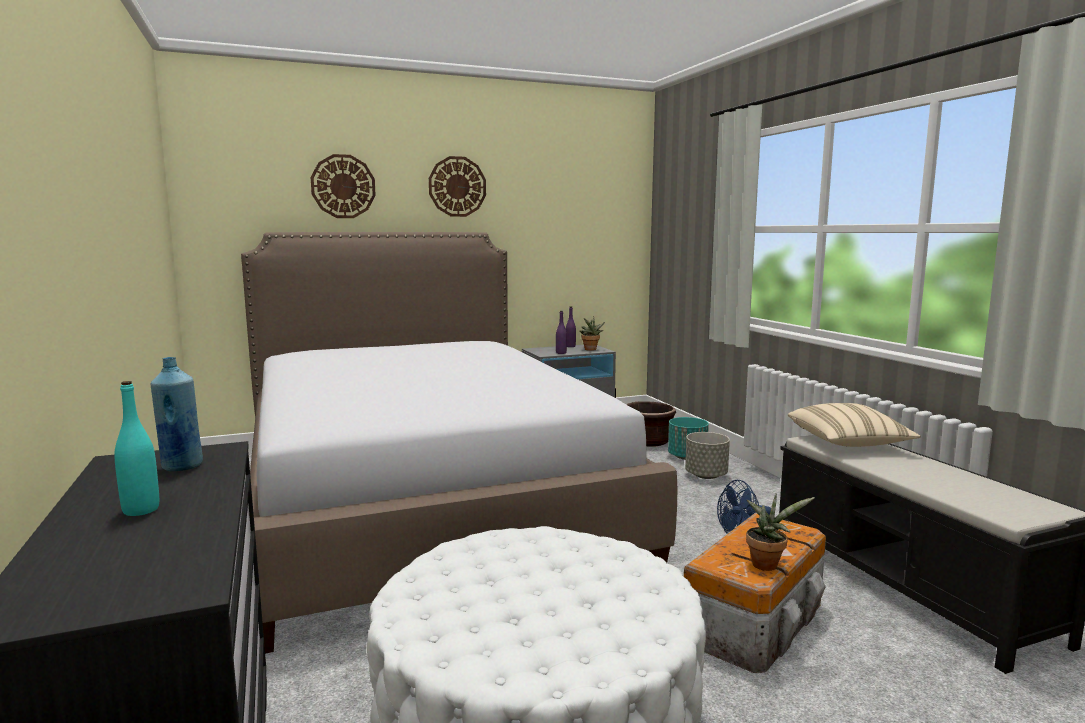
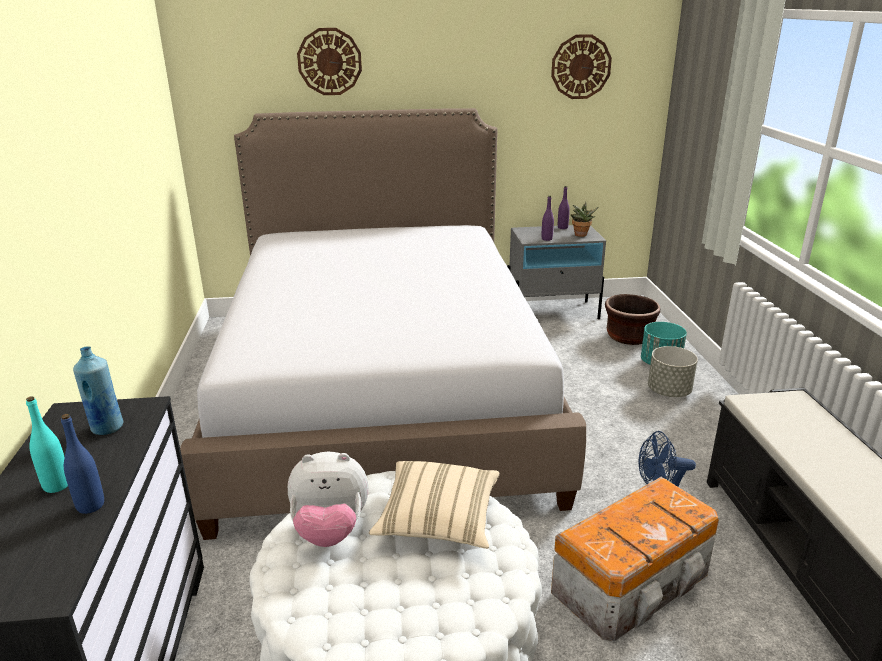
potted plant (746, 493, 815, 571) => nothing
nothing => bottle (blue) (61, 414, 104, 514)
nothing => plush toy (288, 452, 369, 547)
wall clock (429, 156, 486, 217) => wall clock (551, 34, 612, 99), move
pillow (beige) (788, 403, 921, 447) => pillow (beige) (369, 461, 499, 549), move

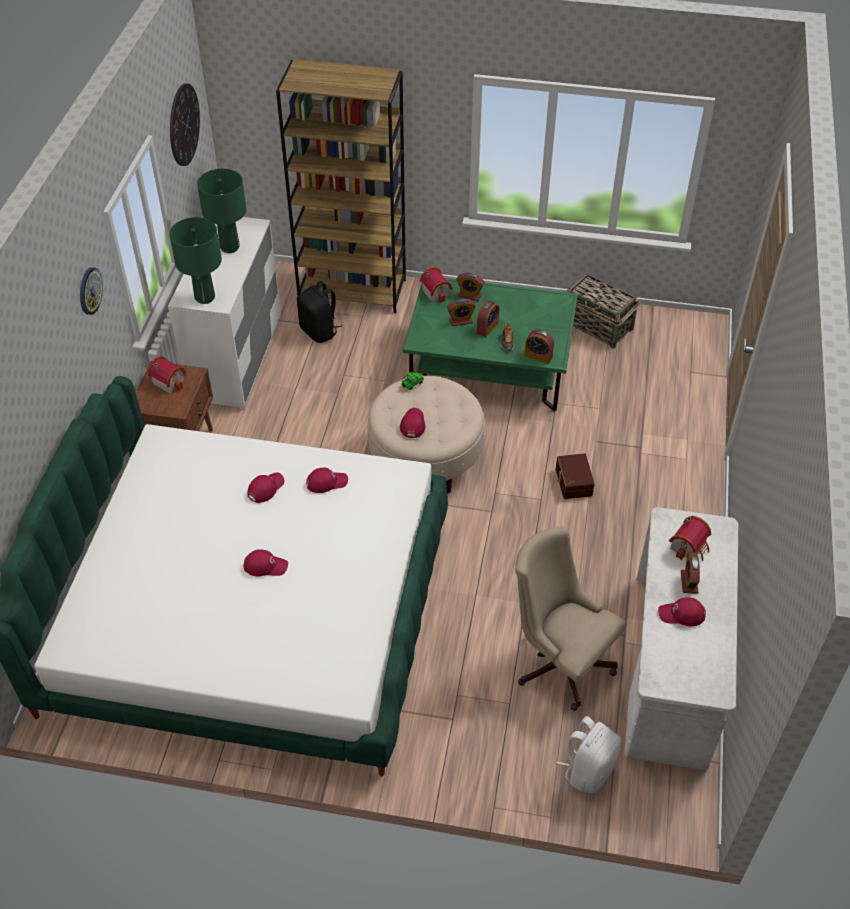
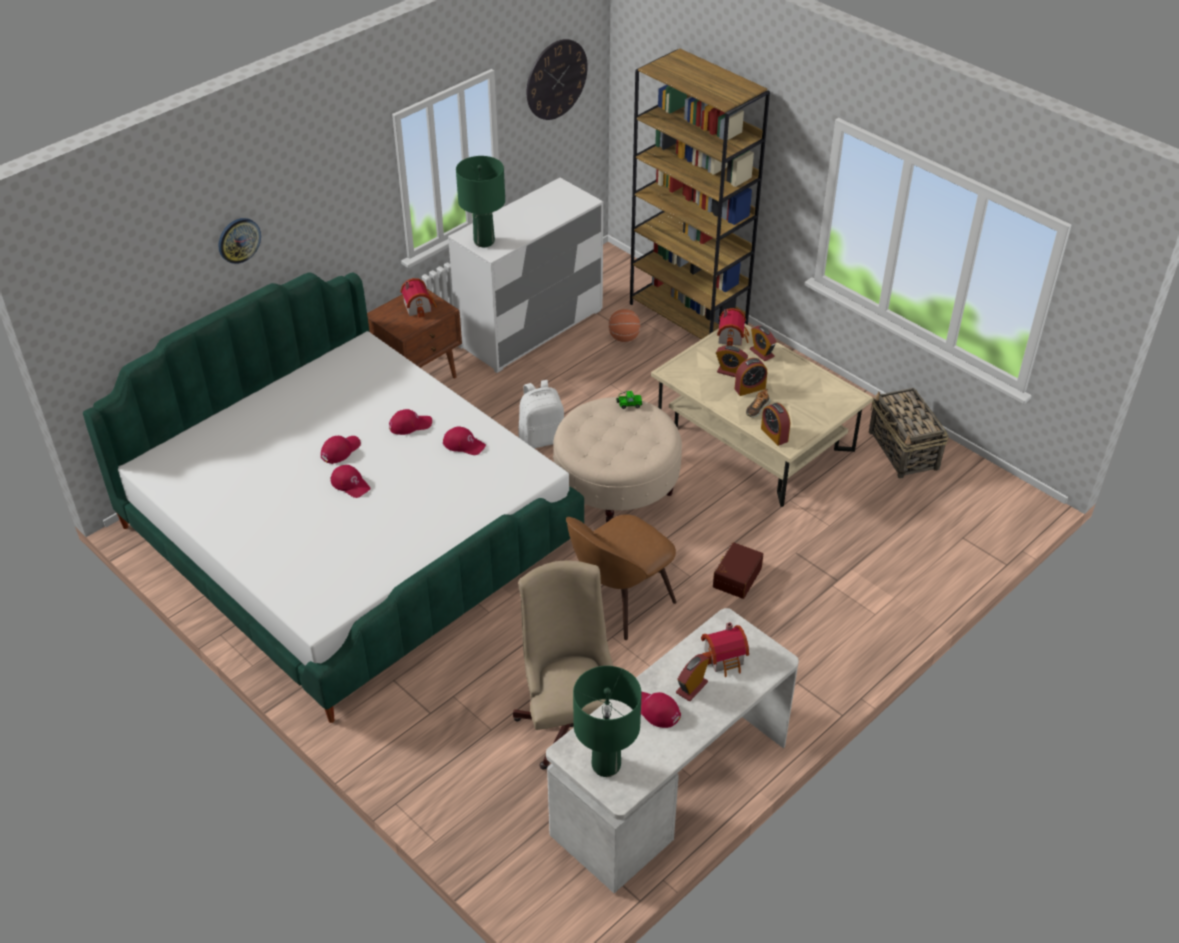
nothing => chair (brown) (566, 514, 677, 640)
wall clock (80, 267, 103, 315) => wall clock (218, 218, 261, 264), move
table lamp (green) (197, 169, 247, 253) => table lamp (green) (573, 666, 642, 777), move
cap (red) (400, 408, 425, 438) => cap (red) (321, 436, 361, 464), move
backpack (white) (557, 716, 621, 793) => backpack (white) (519, 380, 564, 449), move
backpack (black) (297, 281, 342, 343) => basketball (609, 309, 641, 342)
coffee table (green) (403, 278, 578, 412) => coffee table (beige) (651, 324, 873, 507)

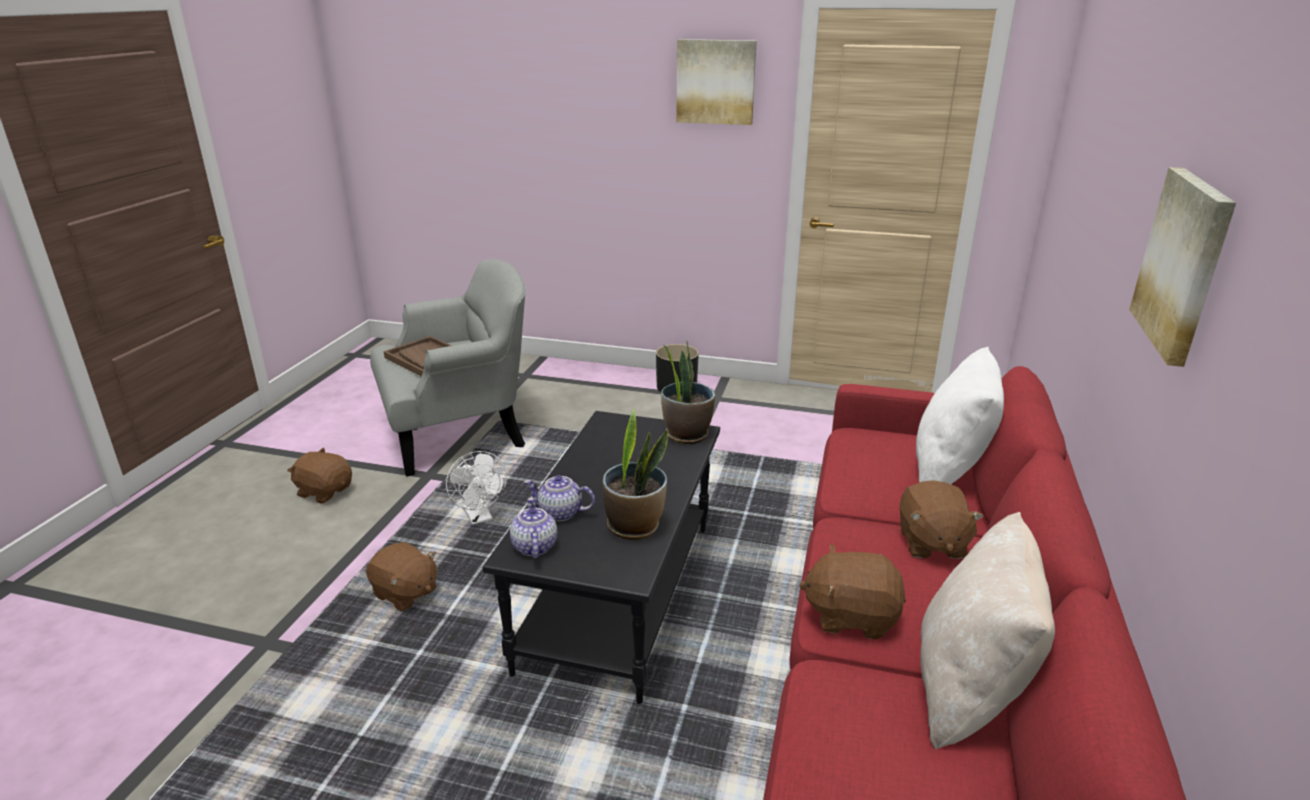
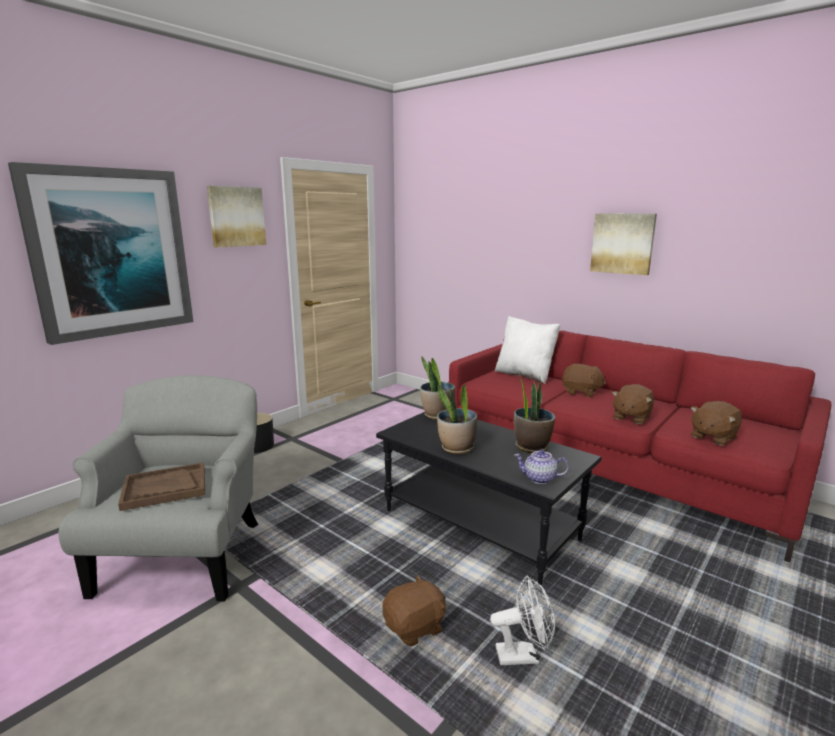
teapot (524, 475, 595, 521) => nothing
pillow (beige) (921, 512, 1055, 750) => nothing
nothing => picture (8, 162, 193, 345)
nothing => potted plant (437, 384, 477, 454)
plush toy (brown) (287, 448, 352, 504) => plush toy (brown) (691, 401, 742, 446), move
fan (white) (446, 451, 507, 525) => fan (white) (490, 575, 555, 665), move

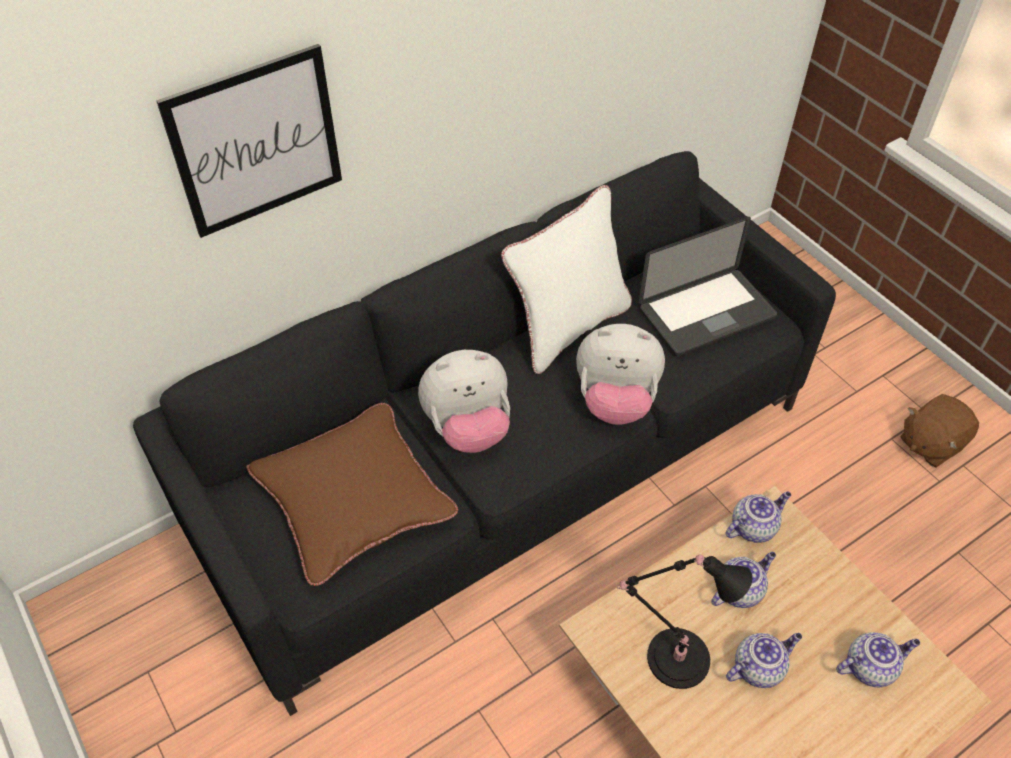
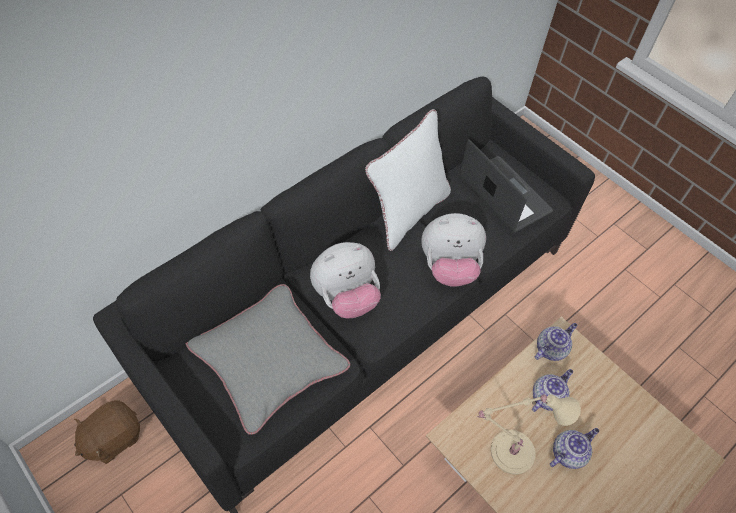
picture (156, 44, 342, 238) => nothing
teapot (836, 632, 920, 688) => nothing
plush toy (brown) (900, 394, 979, 468) => plush toy (brown) (74, 401, 140, 464), move
pillow (brown) (246, 403, 458, 586) => pillow (grey) (186, 284, 350, 435)
table lamp (black) (617, 555, 752, 689) => table lamp (beige) (477, 394, 581, 475)
laptop (639, 217, 777, 356) => laptop (460, 139, 553, 233), 90 degrees counterclockwise

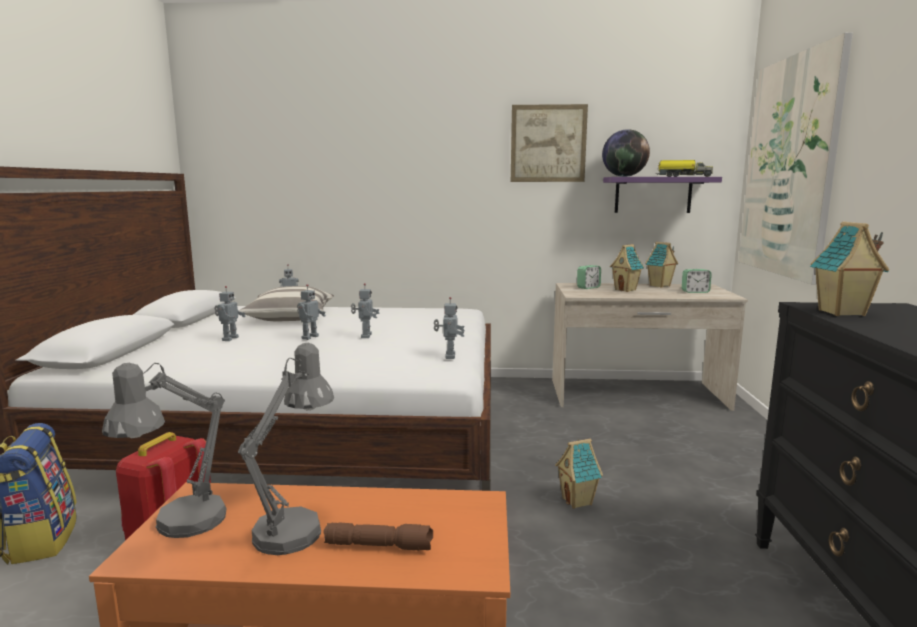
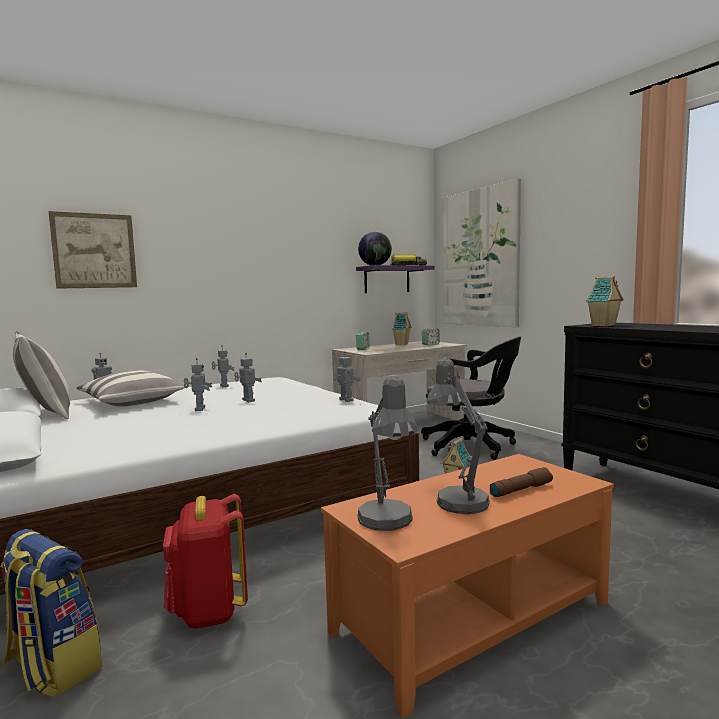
toy house (610, 244, 644, 292) => nothing
nothing => pillow (13, 331, 70, 419)
nothing => office chair (black) (421, 336, 521, 460)
toy robot (214, 286, 246, 341) => toy robot (212, 345, 234, 387), move
picture (511, 104, 588, 182) => picture (49, 211, 137, 289), move

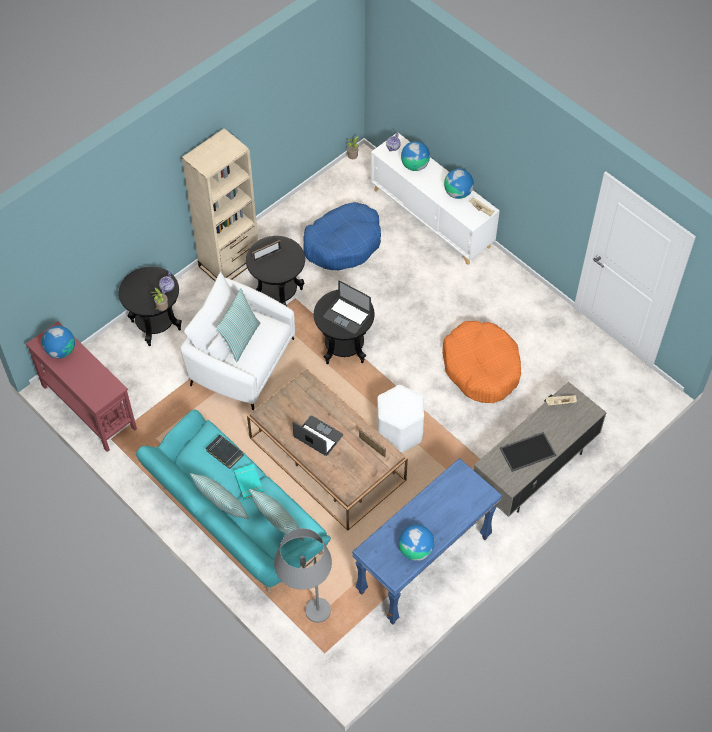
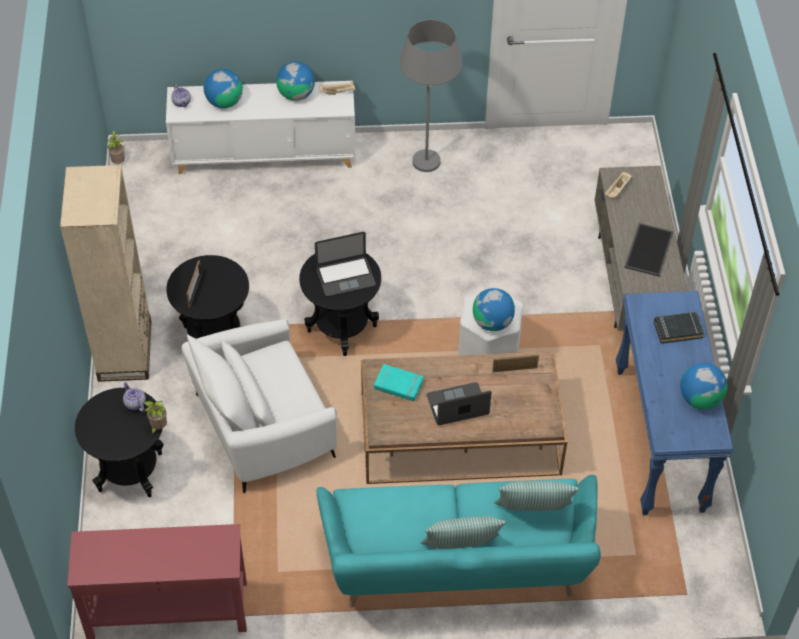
pillow (216, 288, 261, 362) => nothing
dog bed (blue) (303, 202, 381, 270) => nothing
dog bed (orange) (442, 321, 521, 403) => nothing
globe (42, 326, 75, 358) => globe (473, 288, 515, 331), move
book (black) (206, 435, 243, 469) => book (black) (654, 312, 704, 344), move
book (turquoise) (234, 464, 264, 500) => book (turquoise) (374, 364, 424, 401), move
floor lamp (grey) (274, 528, 332, 623) => floor lamp (grey) (399, 20, 462, 172), move

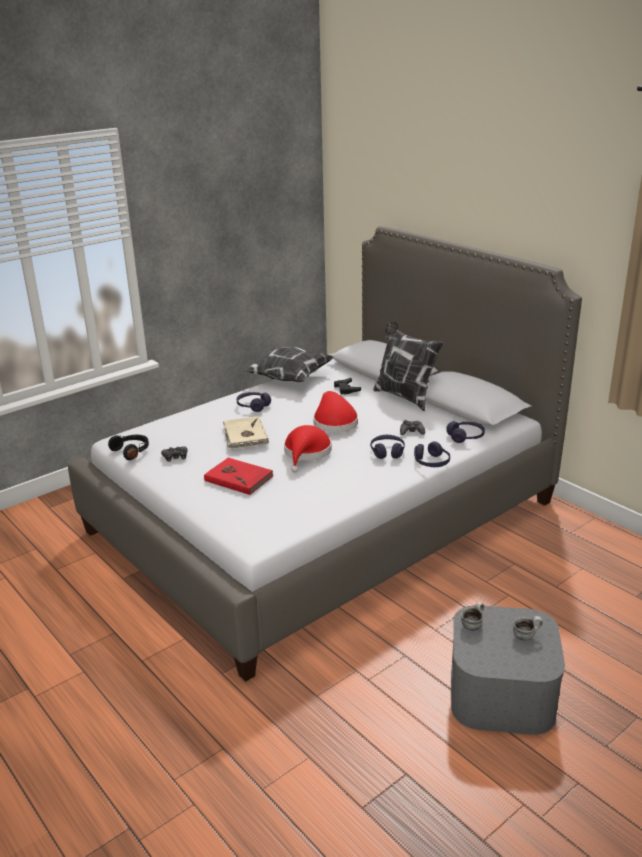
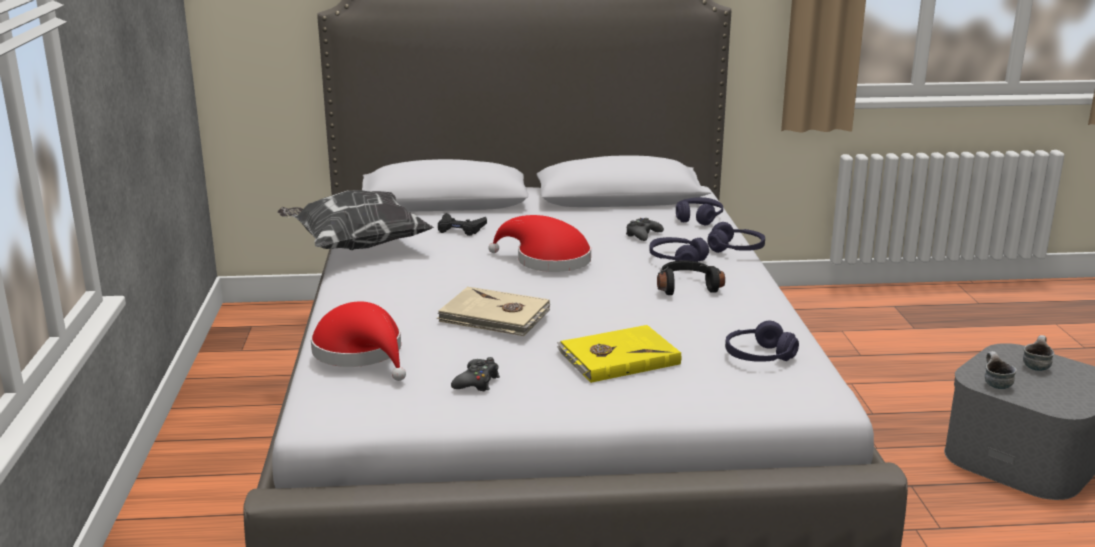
pillow (373, 320, 444, 411) => nothing
headphones (black) (108, 435, 149, 460) => headphones (black) (657, 260, 725, 295), move
headphones (purple) (237, 392, 271, 412) => headphones (purple) (725, 321, 799, 362), move
hat (red) (284, 425, 332, 473) => hat (red) (311, 301, 406, 381), move
book (red) (204, 457, 274, 495) => book (yellow) (557, 325, 681, 383)

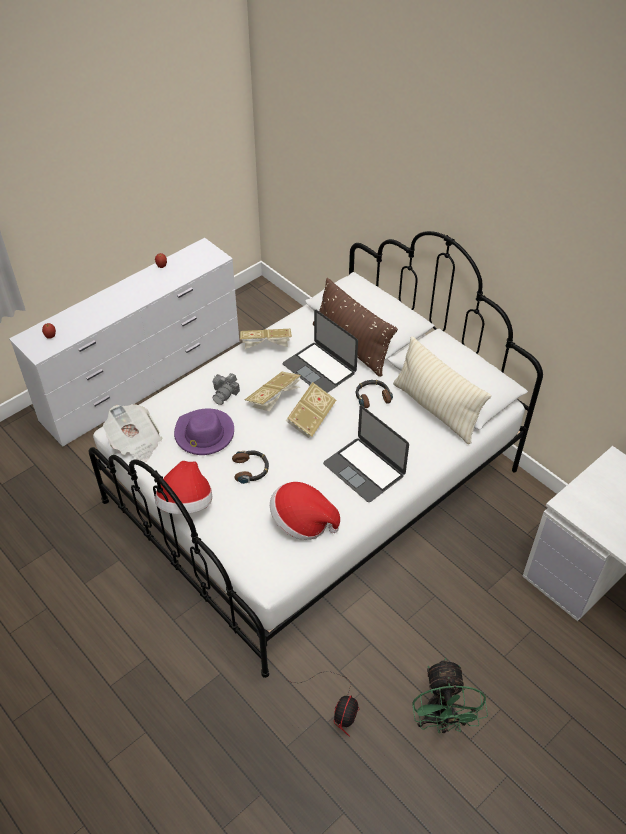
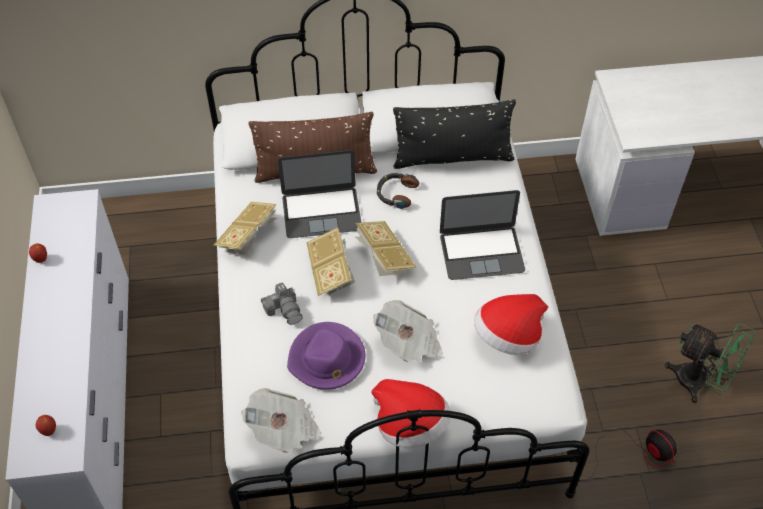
headphones (232, 450, 269, 484) => newspaper (373, 300, 443, 362)
pillow (beige) (393, 336, 491, 444) => pillow (black) (393, 100, 516, 169)

